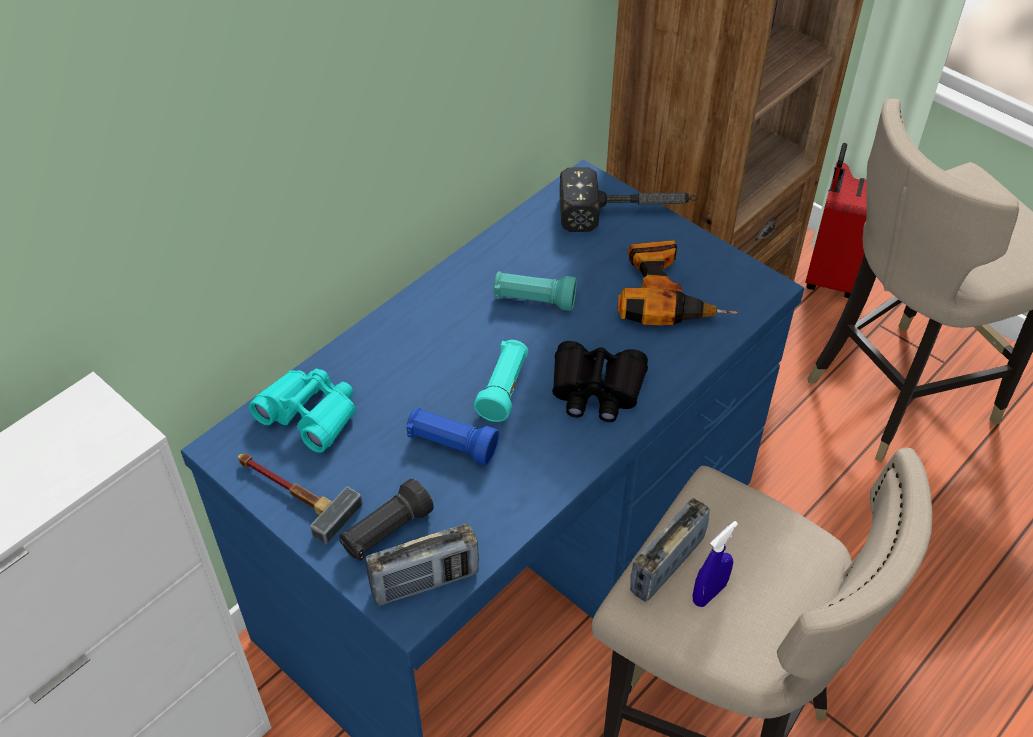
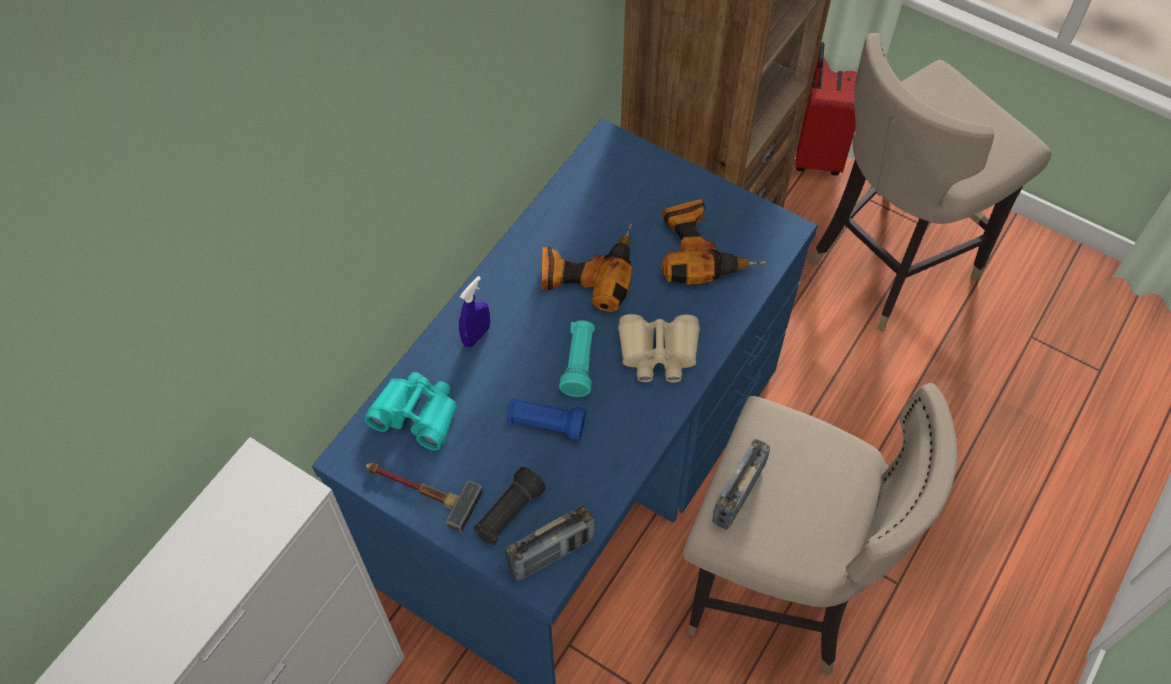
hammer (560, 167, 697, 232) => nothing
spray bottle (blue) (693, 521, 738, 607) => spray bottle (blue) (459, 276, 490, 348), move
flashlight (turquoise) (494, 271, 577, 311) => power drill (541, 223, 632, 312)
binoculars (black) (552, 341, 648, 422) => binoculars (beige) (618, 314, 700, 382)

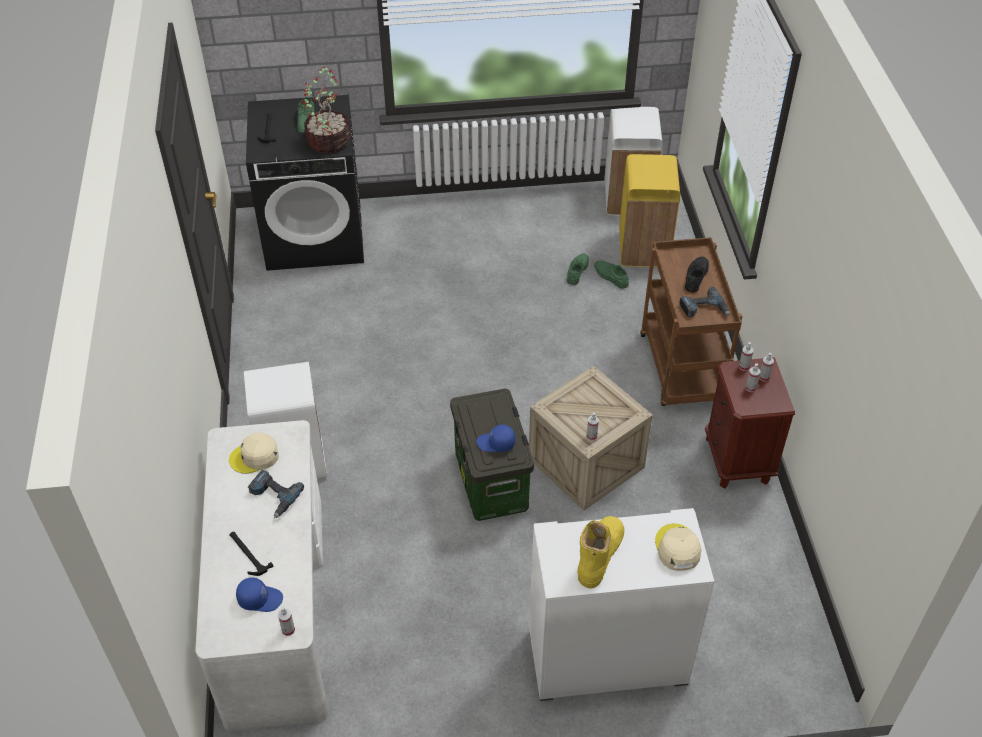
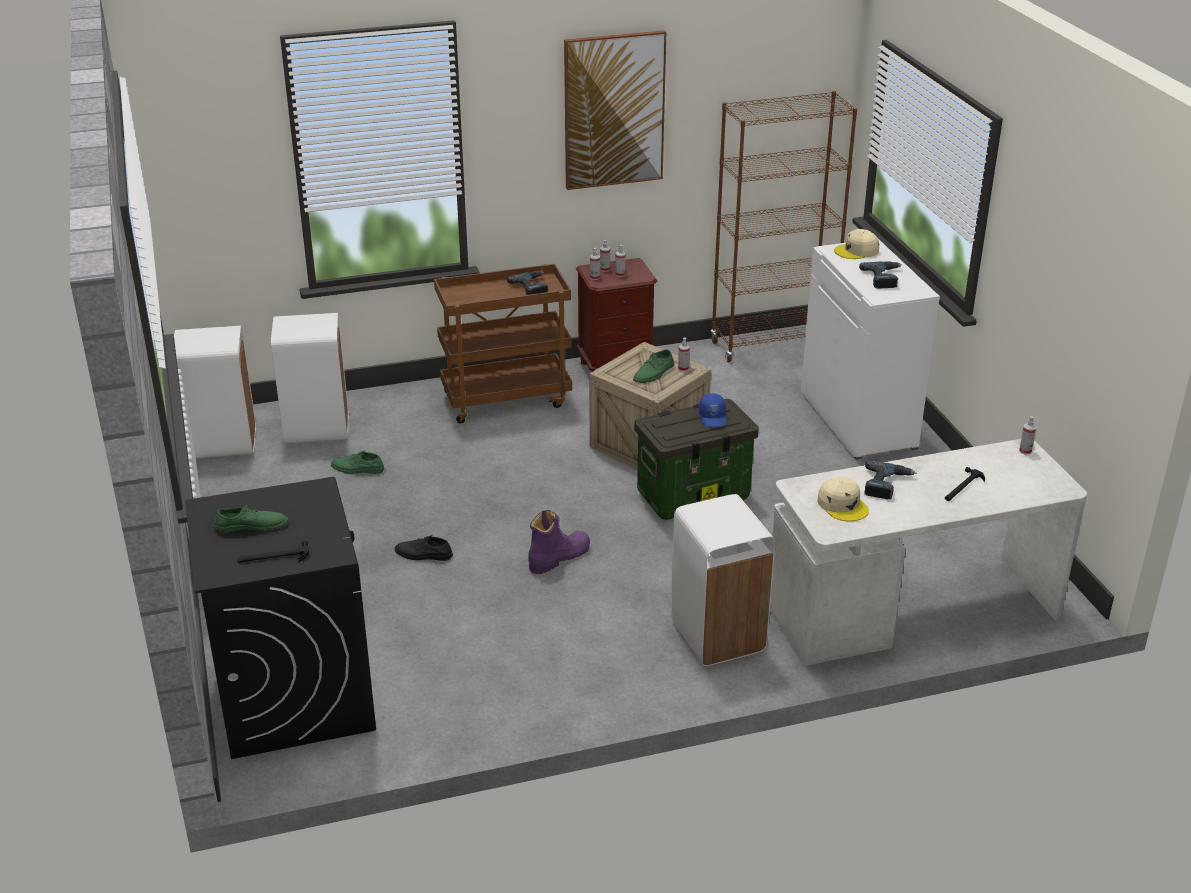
cap (blue) (236, 577, 283, 612) => nothing
potted plant (302, 66, 350, 153) => nothing
nothing => boot (purple) (528, 510, 590, 574)
nothing => picture (564, 30, 666, 190)
nothing => bookcase (brown) (710, 91, 857, 362)
shoe (green) (595, 260, 629, 289) => shoe (green) (633, 349, 674, 383), move
shoe (black) (685, 257, 709, 293) => shoe (black) (395, 535, 453, 561), move
boot (yellow) (577, 516, 624, 588) => power drill (859, 261, 901, 289)
trash can (yellow) (619, 154, 680, 267) => trash can (white) (271, 313, 349, 444)

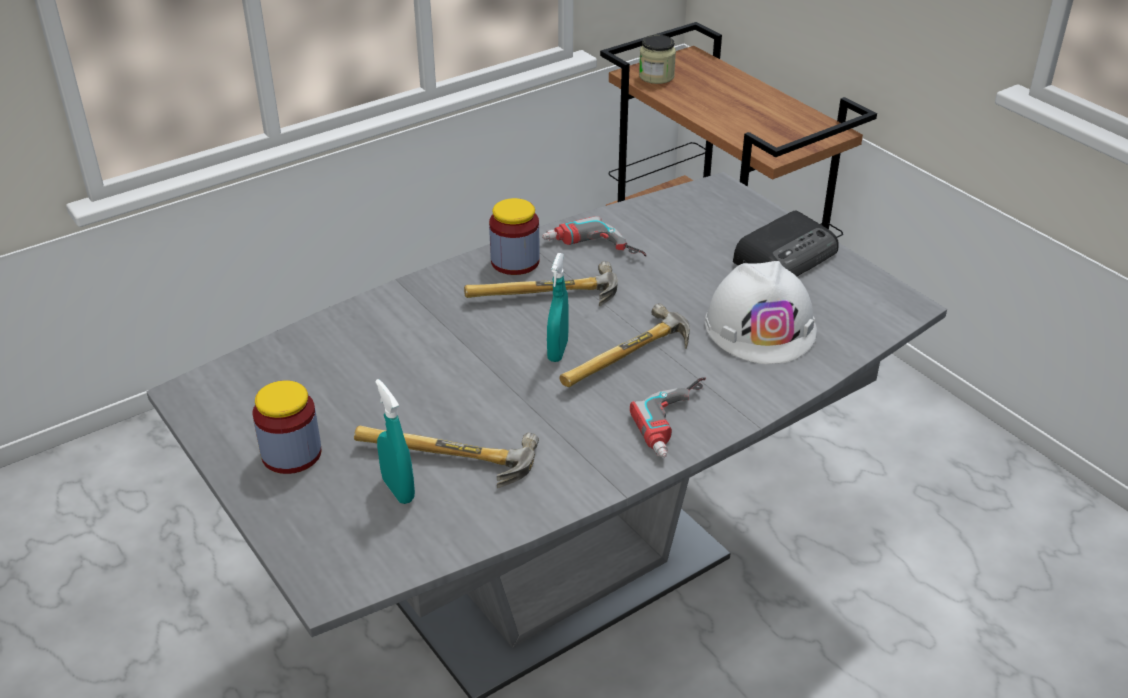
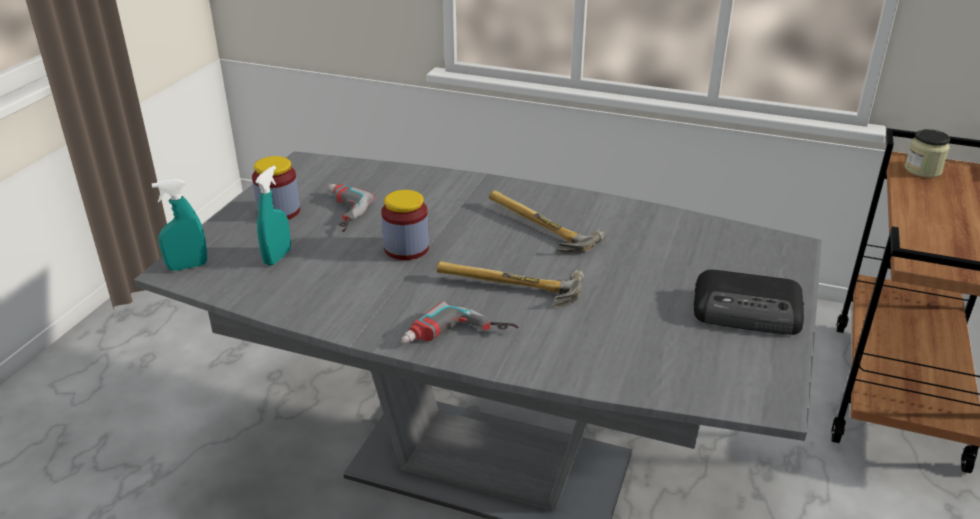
hammer (354, 425, 539, 488) => nothing
hard hat (white) (705, 261, 817, 364) => nothing
jar (489, 198, 540, 275) => jar (381, 190, 429, 260), move
power drill (542, 216, 646, 256) => power drill (327, 184, 375, 232), move
spray bottle (turquoise) (547, 253, 569, 362) => spray bottle (turquoise) (152, 179, 207, 271), move

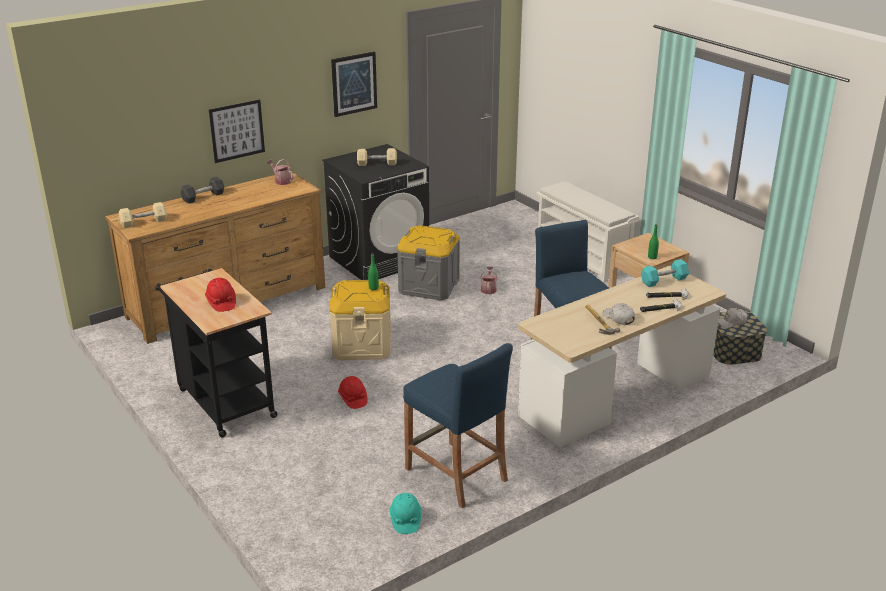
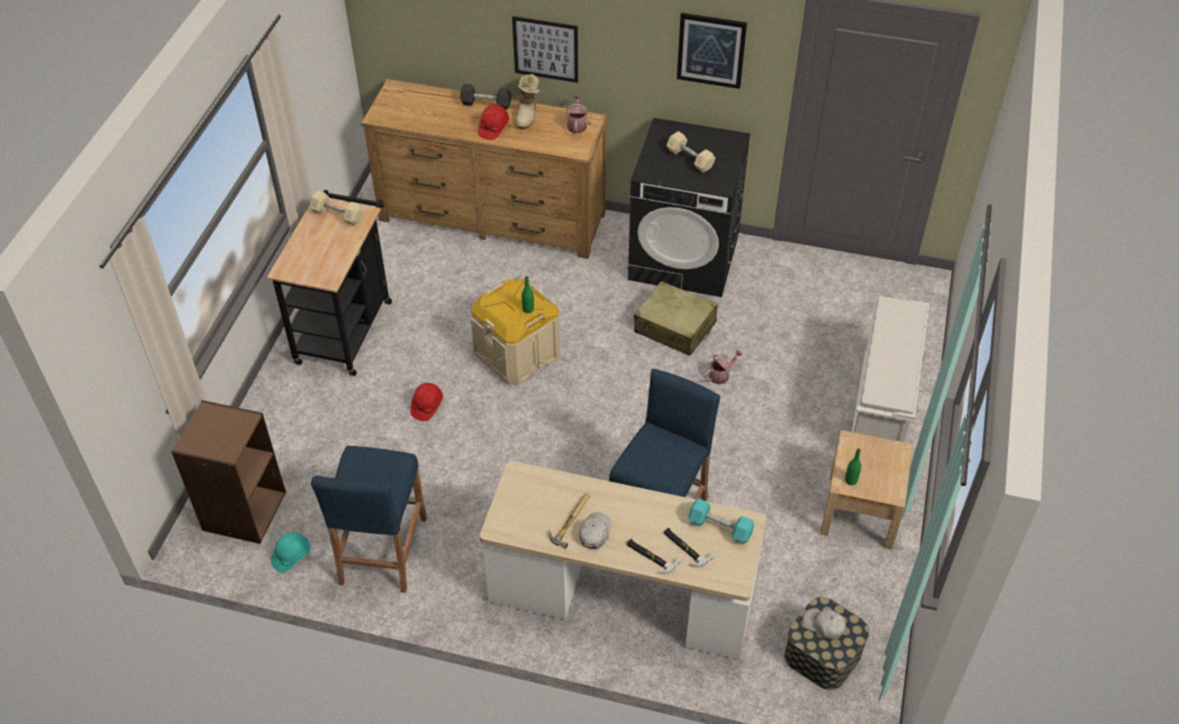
nothing => bookcase (brown) (172, 400, 286, 544)
nothing => boot (515, 74, 540, 129)
dumbbell (beige) (119, 202, 167, 228) => dumbbell (beige) (310, 190, 363, 226), move
hard hat (red) (205, 278, 236, 312) => hard hat (red) (478, 104, 510, 140), move
storage box (grey) (397, 225, 460, 300) => suitcase (beige) (634, 281, 718, 356)

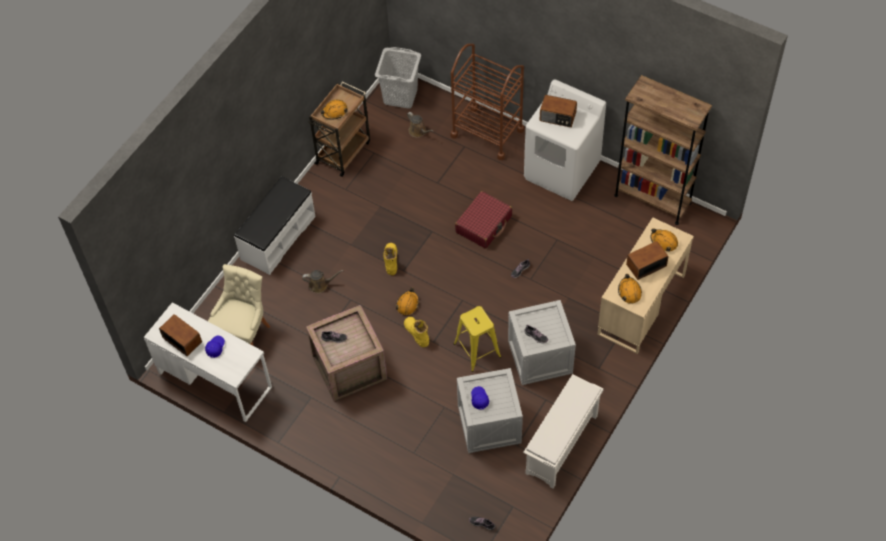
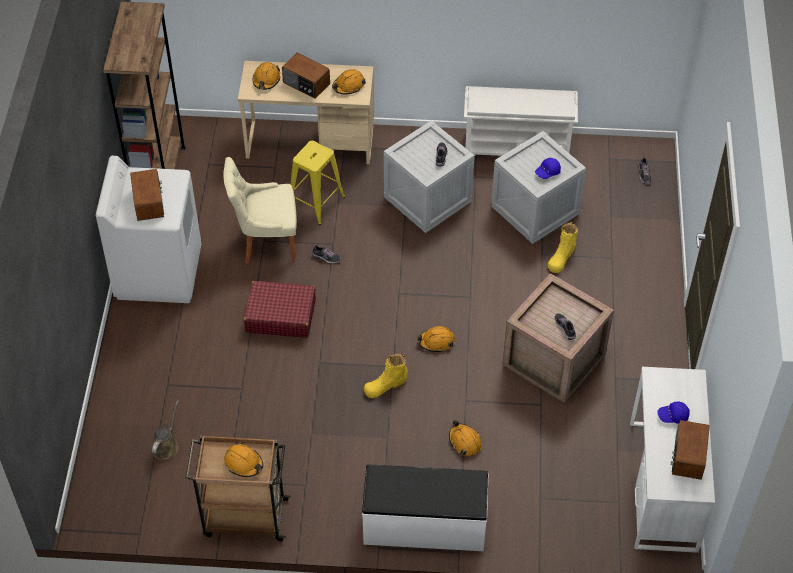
laundry basket (grey) (375, 47, 421, 109) => nothing
cart (brown) (451, 44, 525, 160) => nothing
chair (beige) (208, 264, 270, 345) => chair (beige) (223, 157, 297, 264), move
boot (yellow) (404, 317, 429, 347) => boot (yellow) (547, 222, 578, 273), move
stool (yellow) (454, 306, 501, 372) => stool (yellow) (291, 141, 345, 225), move
watering can (brown) (302, 270, 344, 293) => hard hat (orange) (449, 420, 482, 456)

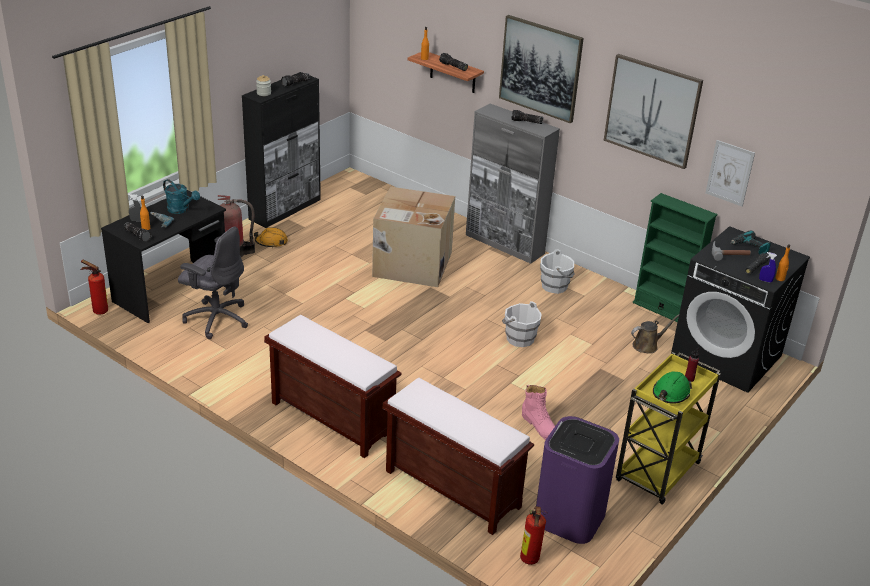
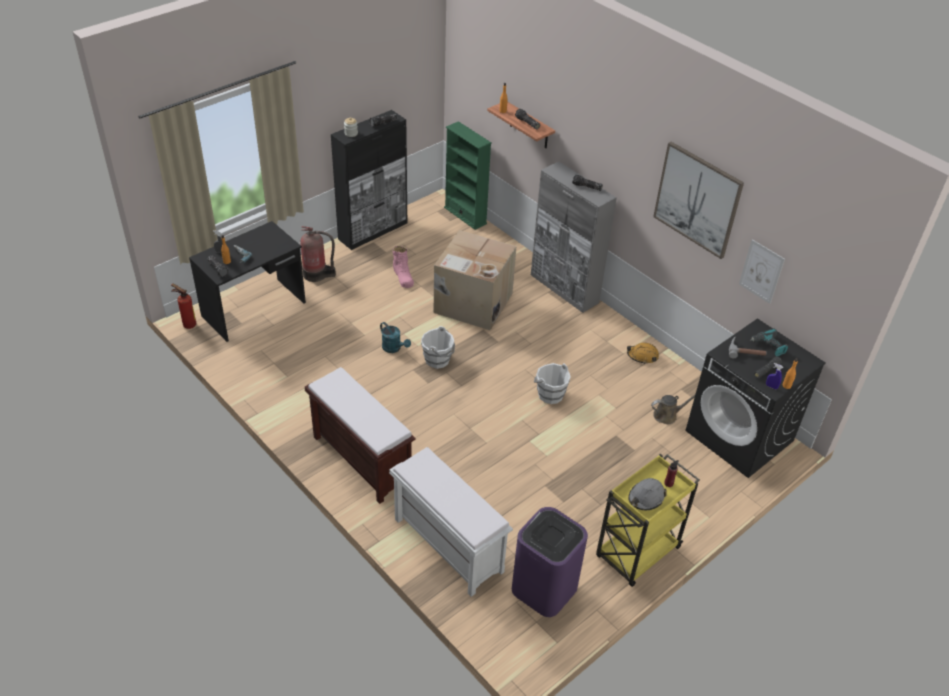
office chair (grey) (178, 226, 248, 339) => nothing
picture (499, 15, 584, 124) => nothing
fire extinguisher (520, 506, 548, 565) => nothing
watering can (turquoise) (163, 179, 200, 214) => watering can (turquoise) (380, 322, 411, 353), move
hard hat (orange) (254, 228, 288, 248) => hard hat (orange) (627, 343, 659, 364), move
boot (pink) (522, 385, 555, 440) => boot (pink) (393, 246, 414, 288), move
bucket (white) (540, 250, 575, 294) => bucket (white) (421, 326, 455, 369), move
bookcase (green) (633, 193, 718, 322) => bookcase (green) (444, 121, 492, 230), move
bench (brown) (382, 378, 534, 535) => bench (white) (389, 447, 513, 597)
hard hat (green) (653, 372, 692, 404) => hard hat (grey) (628, 478, 667, 510)

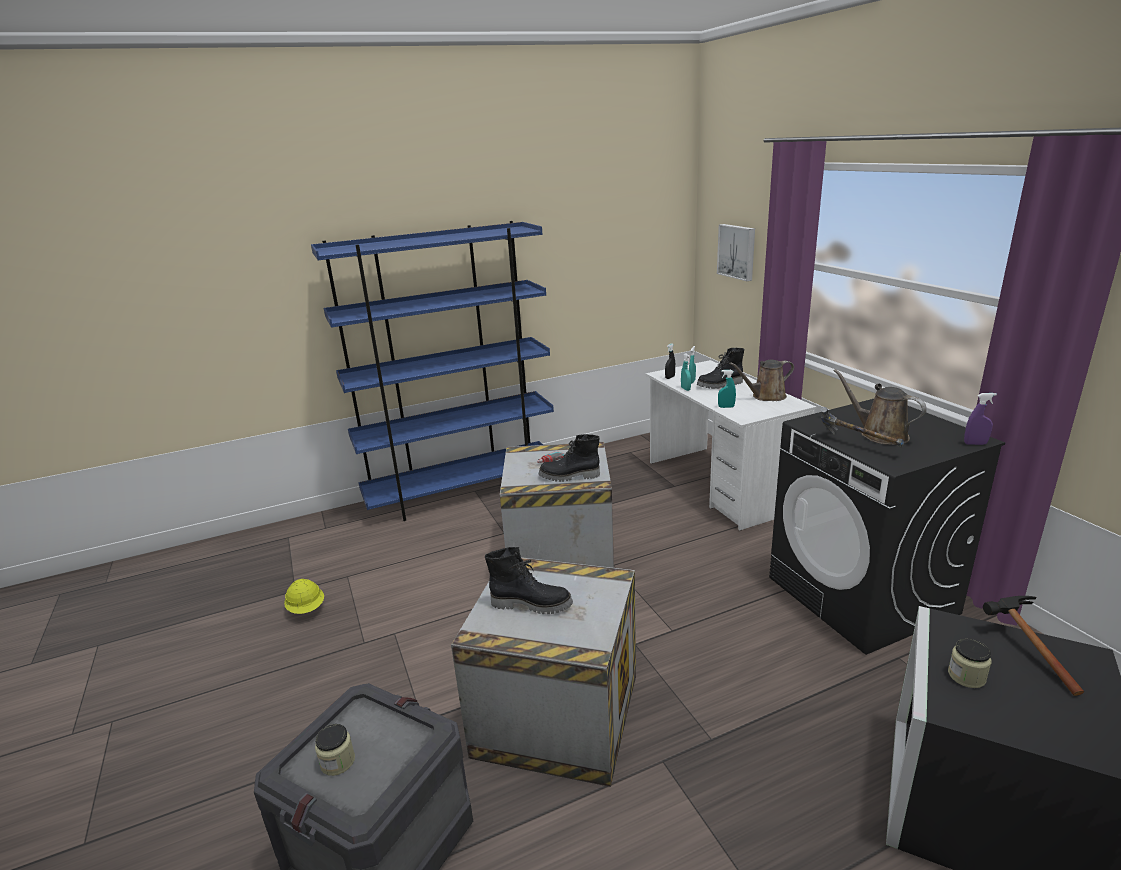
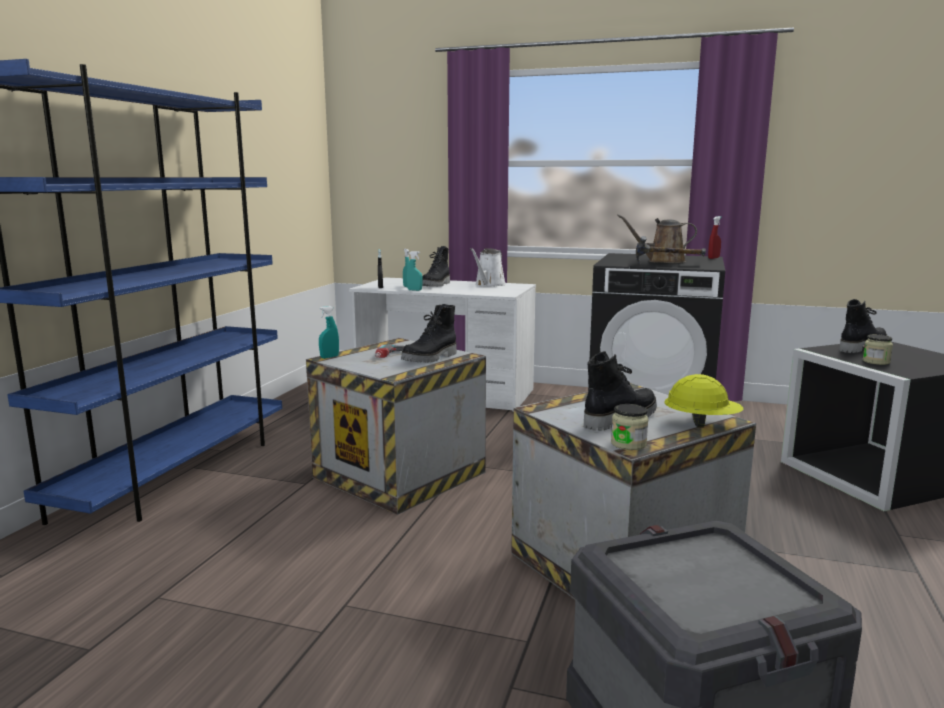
picture (717, 224, 755, 281) => nothing
hard hat (yellow) (284, 579, 324, 614) => hard hat (yellow) (664, 374, 744, 427), move
jar (315, 724, 355, 776) => jar (611, 404, 648, 450), move
spray bottle (turquoise) (718, 370, 736, 408) => spray bottle (turquoise) (319, 306, 339, 359), move
hammer (983, 596, 1084, 696) => boot (black) (839, 299, 887, 353)
watering can (brown) (729, 360, 794, 401) => watering can (white) (470, 248, 506, 287)
spray bottle (purple) (964, 393, 997, 445) => spray bottle (red) (708, 216, 721, 259)

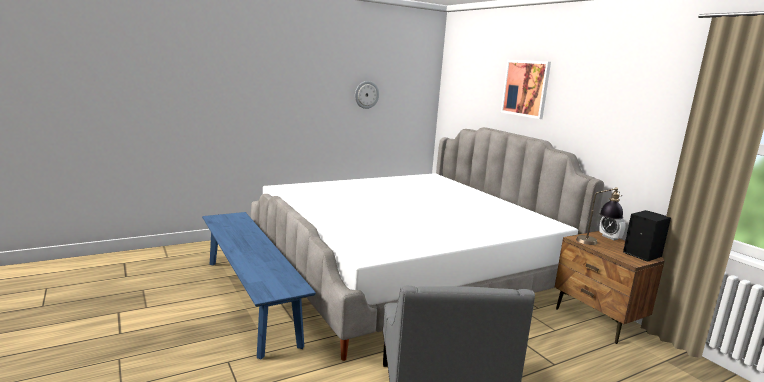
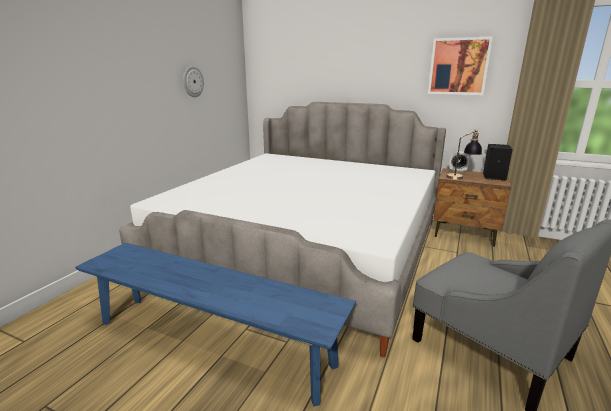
picture (501, 60, 551, 119) => picture (428, 36, 493, 95), move

